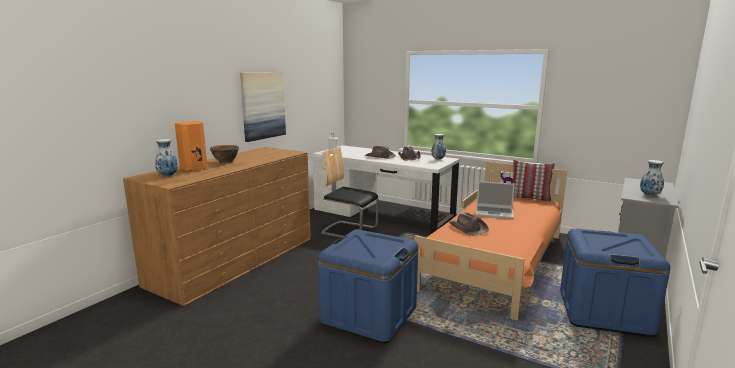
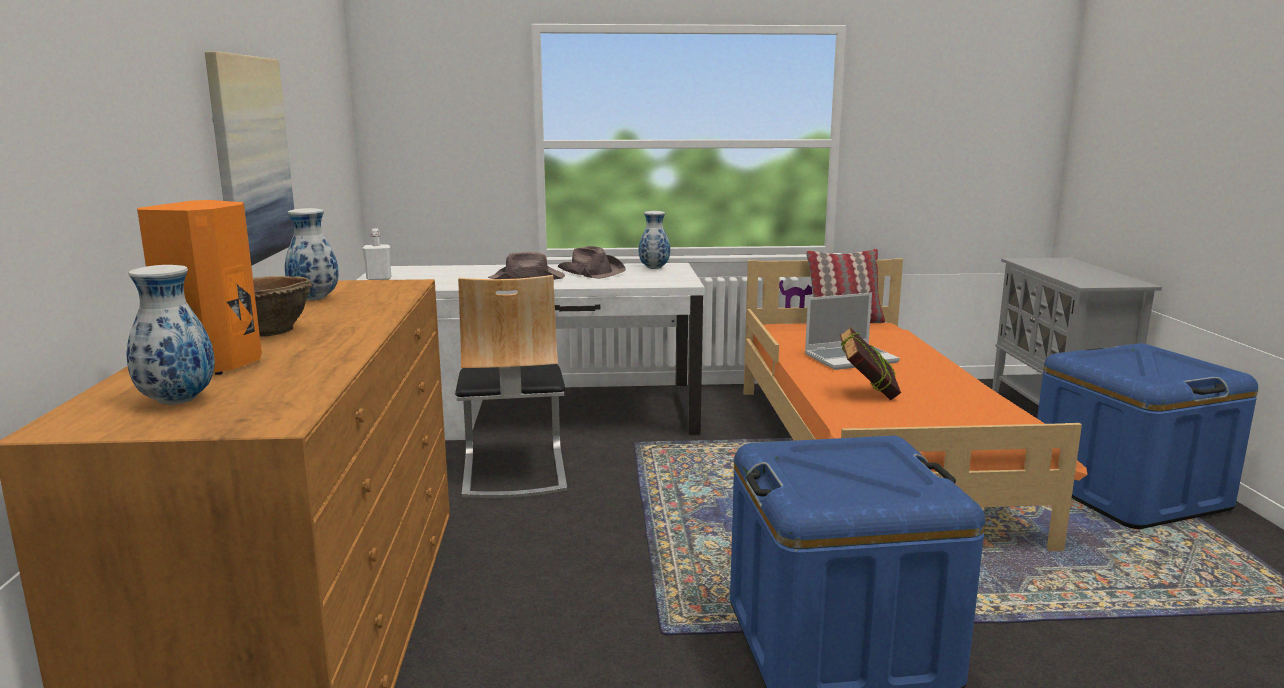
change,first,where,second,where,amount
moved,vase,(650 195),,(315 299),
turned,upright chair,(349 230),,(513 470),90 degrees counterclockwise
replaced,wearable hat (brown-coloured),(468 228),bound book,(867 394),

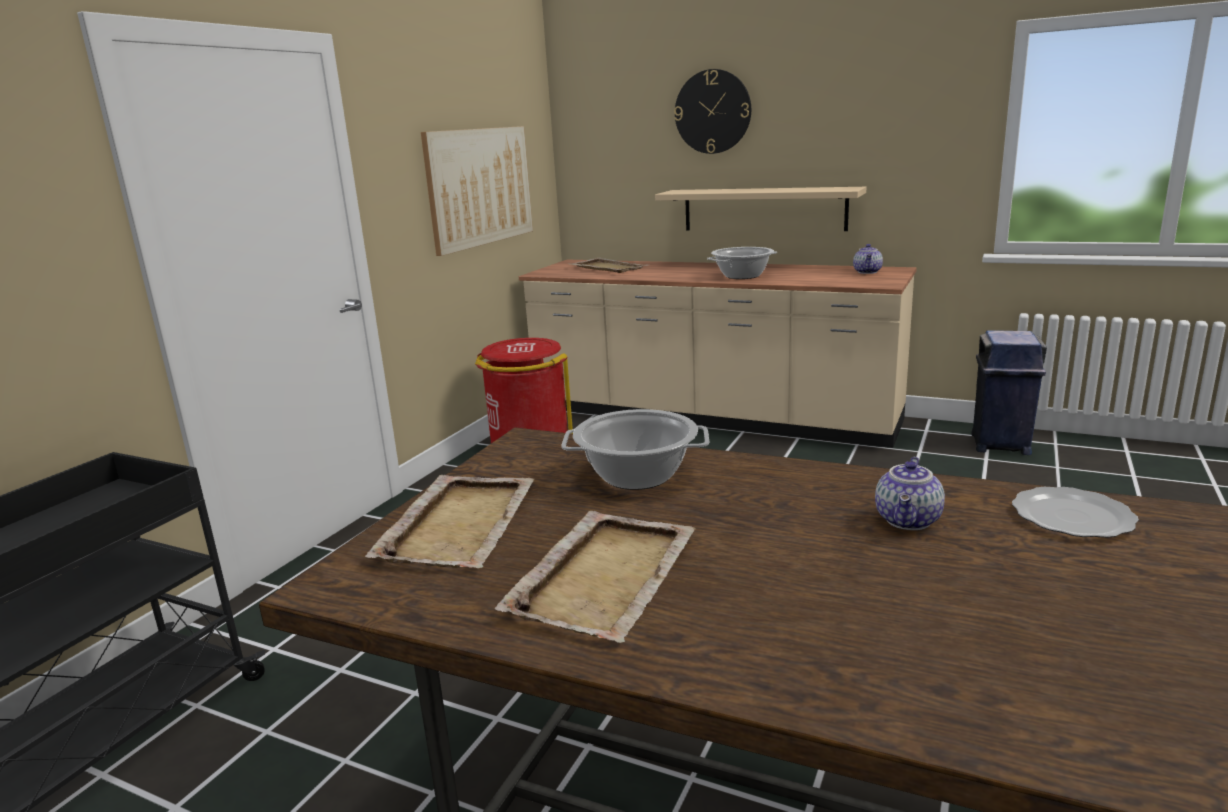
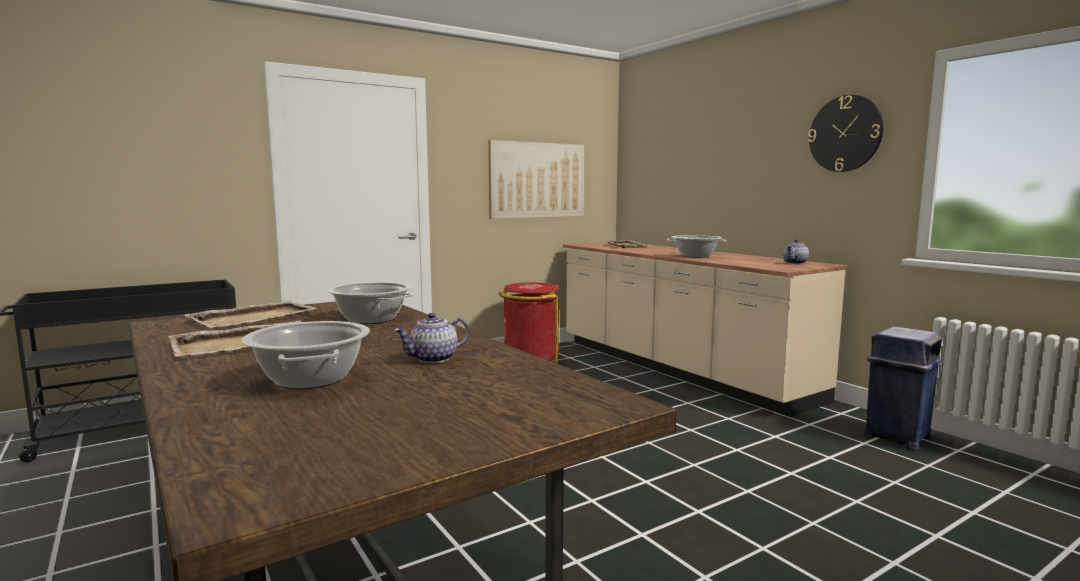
change,first,where,second,where,amount
added,,,saucepot,(311 379),
moved,hanging clock,(712 112),,(845 133),
removed,shelf (beige),(763 209),,,
removed,plate,(1074 517),,,

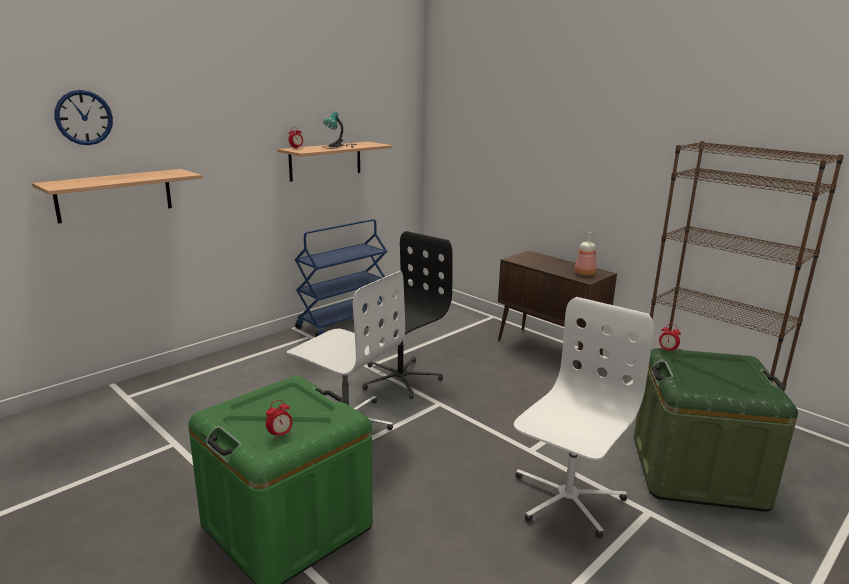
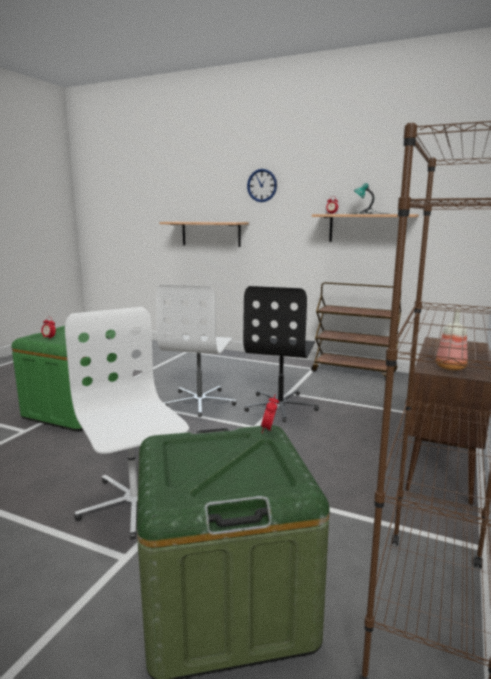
change,first,where,second,where,amount
turned,desk chair (white),(566 498),,(133 503),135 degrees counterclockwise
turned,desk chair (black),(399 378),,(281 406),90 degrees clockwise
moved,hanging clock,(84 117),,(262 185),
recoloured,wheeled cart (bluish),(343 321),wheeled cart (brown-coloured),(354 371),

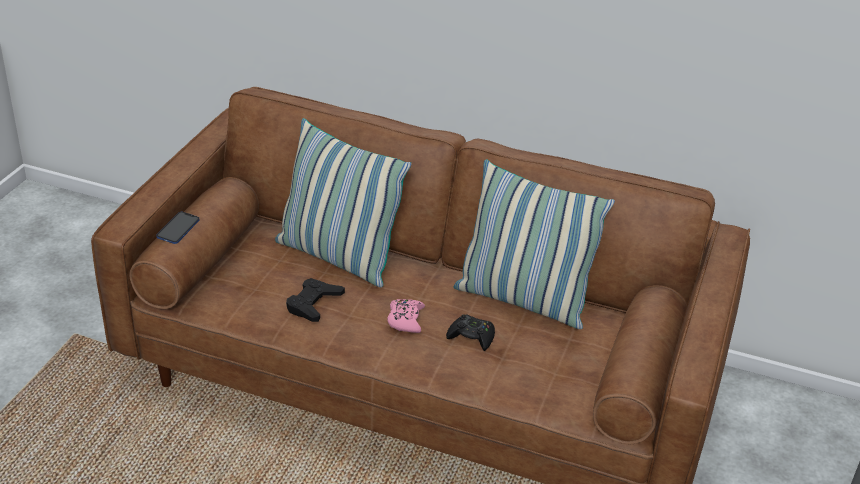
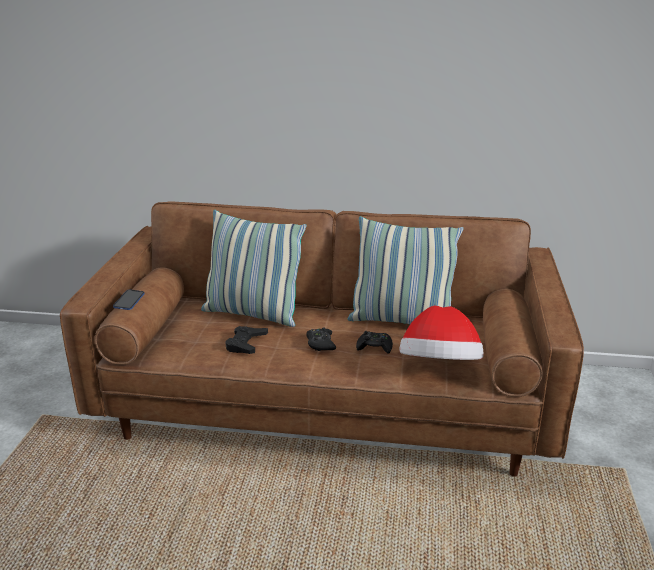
change,first,where,second,where,amount
recoloured,gamepad (pink),(405 320),gamepad (black),(320 344),
added,,,wearable hat,(439 368),

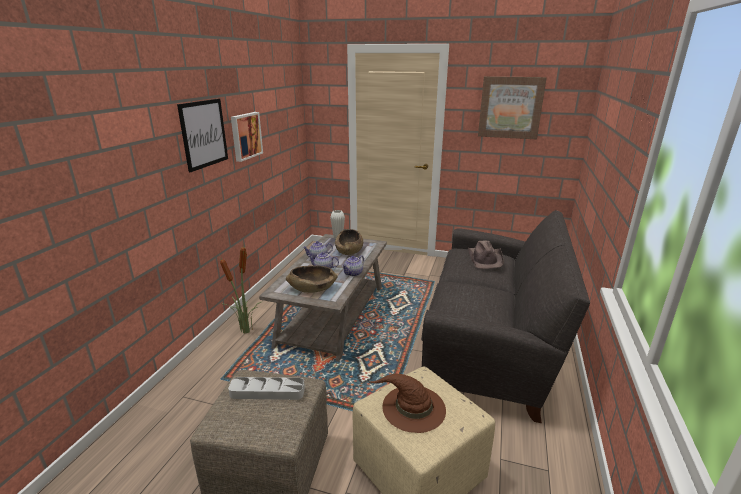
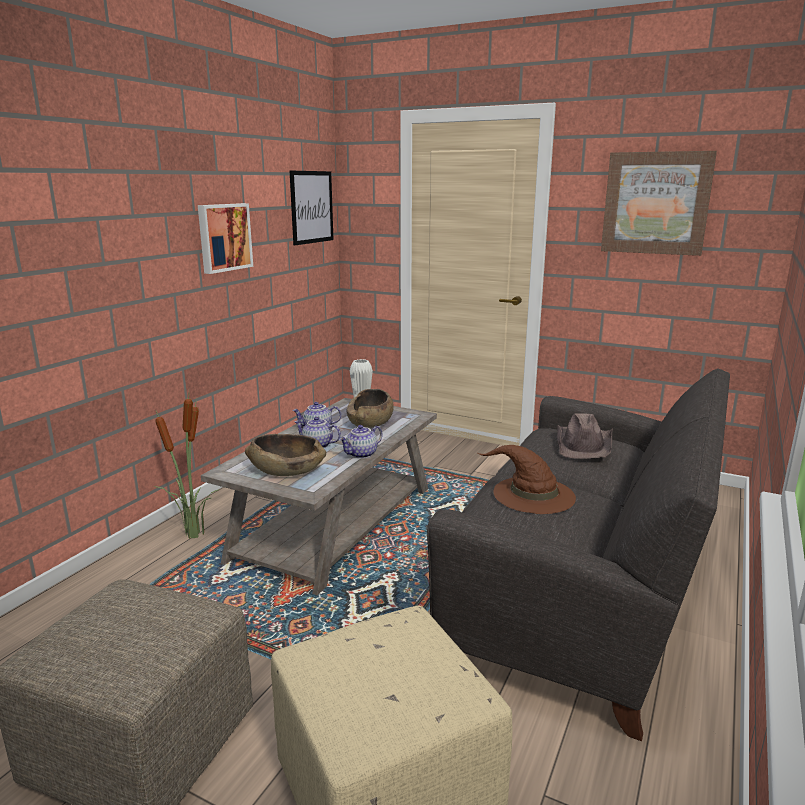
change,first,where,second,where,amount
moved,wall picture,(204 134),,(311 207),
moved,wearable hat (brown-coloured),(412 408),,(532 494),
removed,carrying tray (gray),(267 391),,,

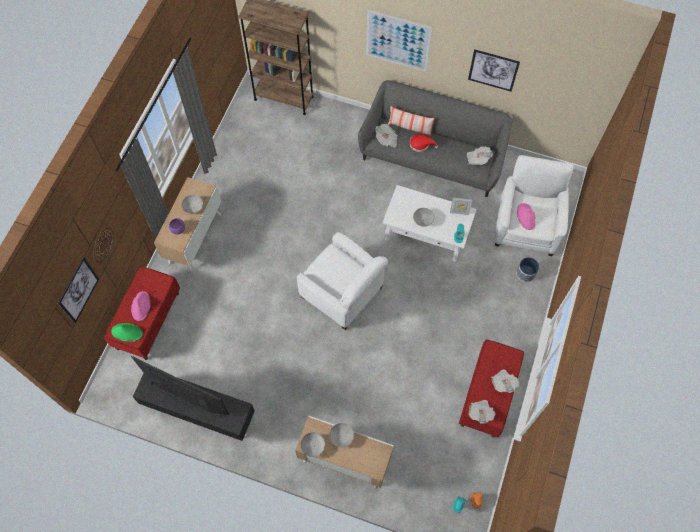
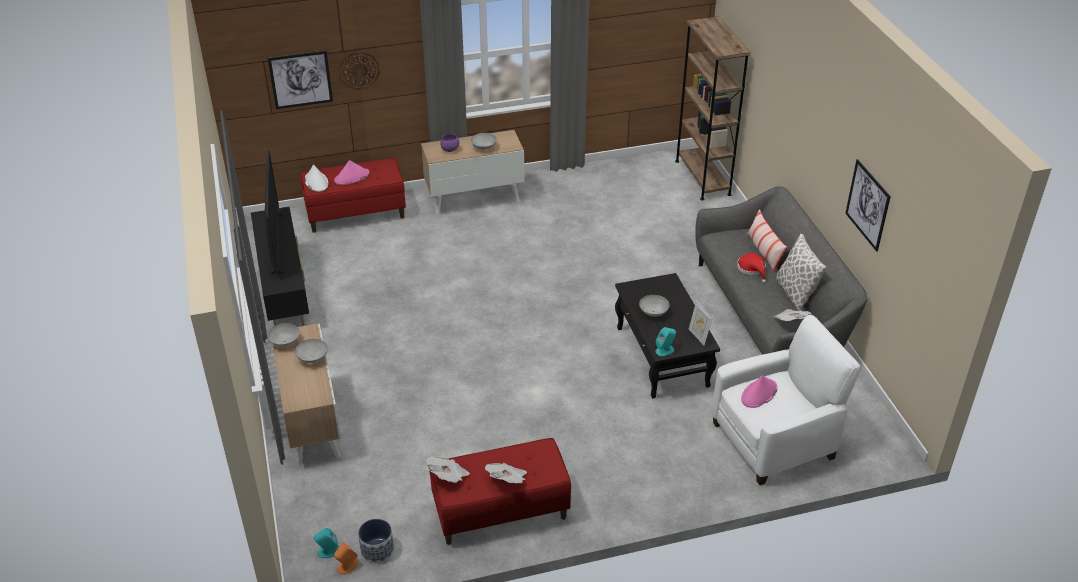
change,first,where,second,where,amount
recoloured,wearable hat (green),(127 332),wearable hat (white),(316 182),
moved,planter,(525 273),,(377 550),
recoloured,low table (white),(427 234),low table (black),(662 357),
added,,,throw pillow,(795 292),
removed,lounge chair (white),(342 293),,,
removed,wall picture,(397 41),,,
removed,newspaper,(386 140),,,

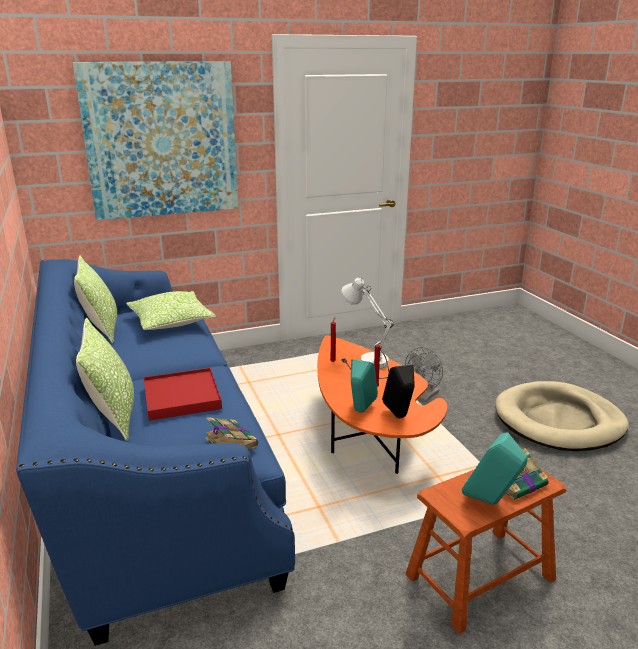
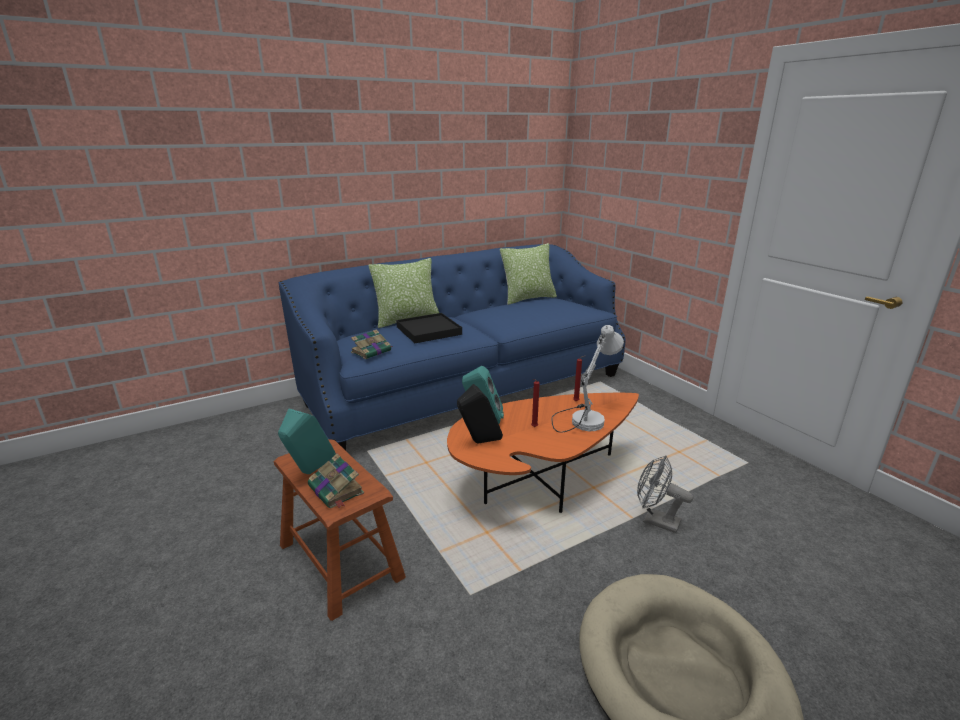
change,first,where,second,where,amount
recoloured,carrying tray (red),(181 397),carrying tray (black),(428 331),
removed,wall picture,(161 140),,,
removed,throw pillow,(171 321),,,

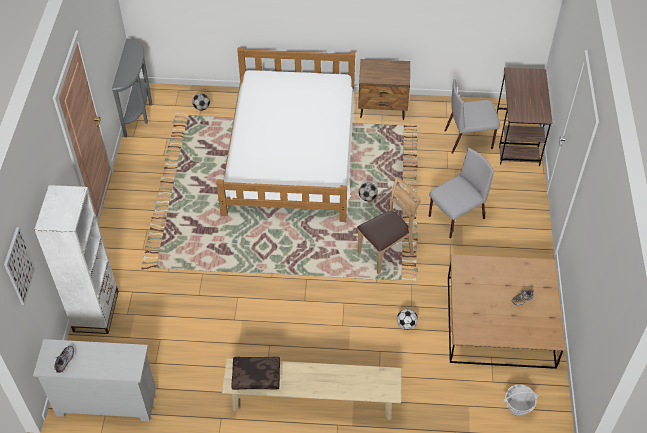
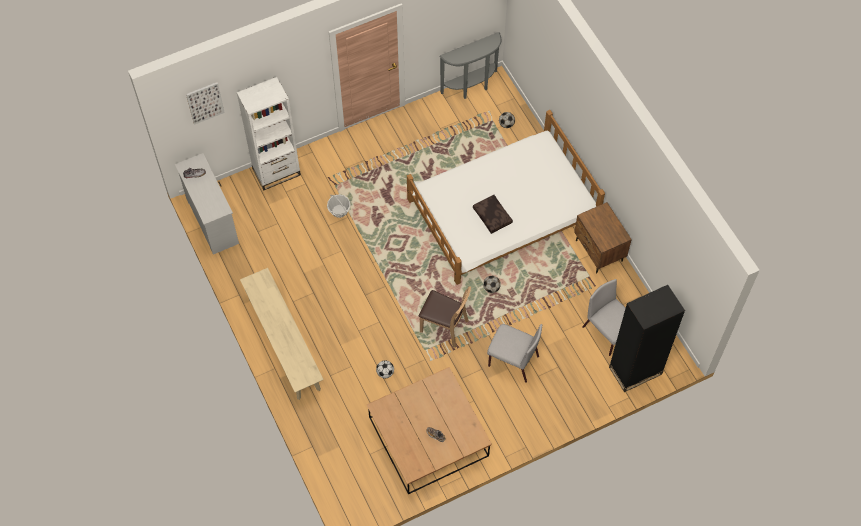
change,first,where,second,where,amount
moved,household basket,(518 406),,(339 211),
moved,throw pillow (brown-coloured),(256 375),,(493 216),
replaced,desk (brown-coloured),(517 139),bookcase (black),(635 370),

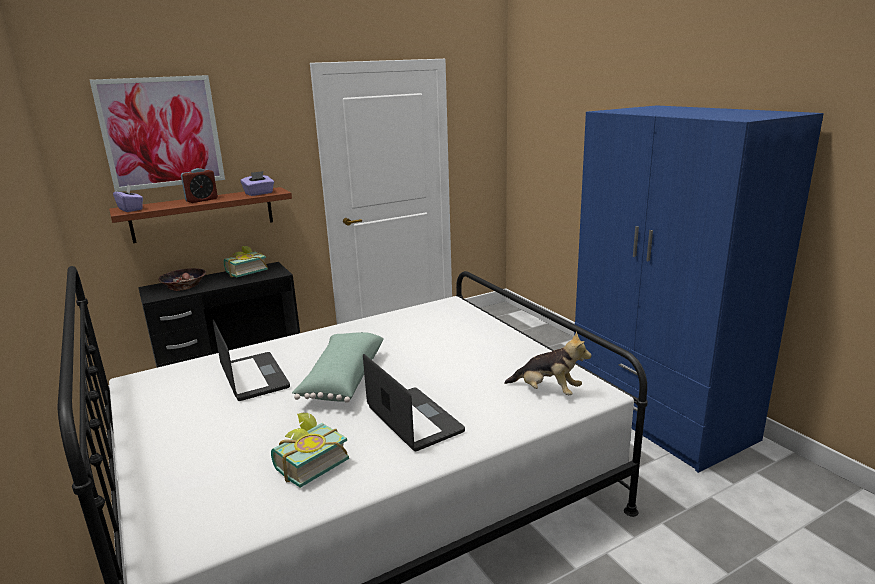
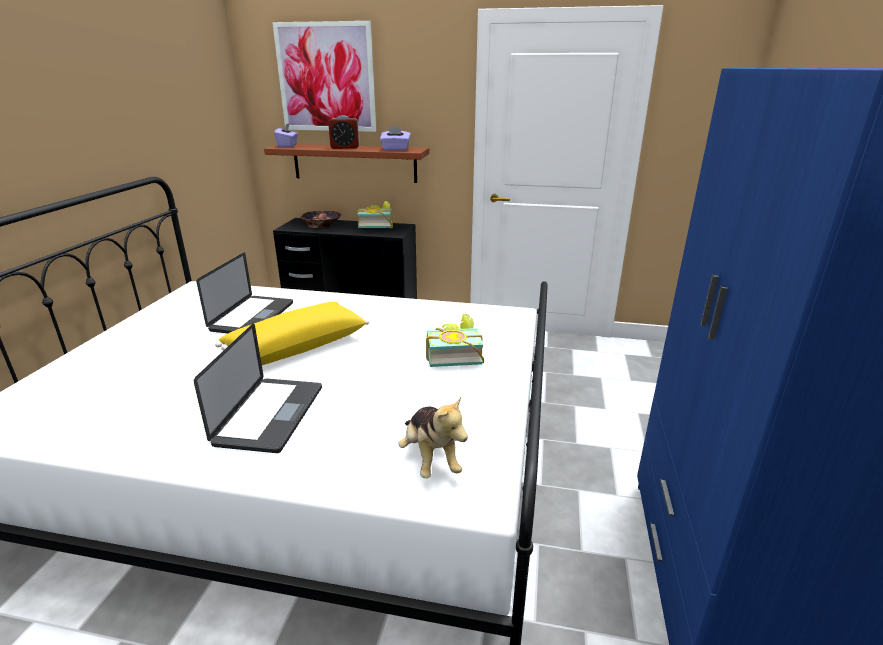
change,first,where,second,where,amount
recoloured,throw pillow (green),(342 379),throw pillow (yellowish),(296 347),
moved,bound book,(307 463),,(453 355),

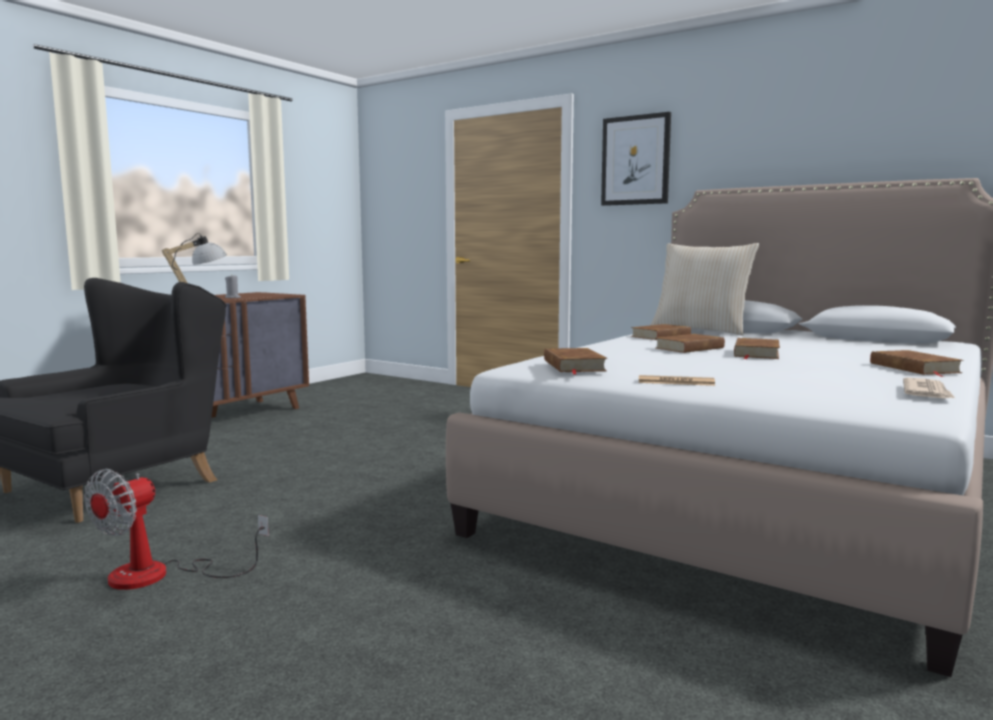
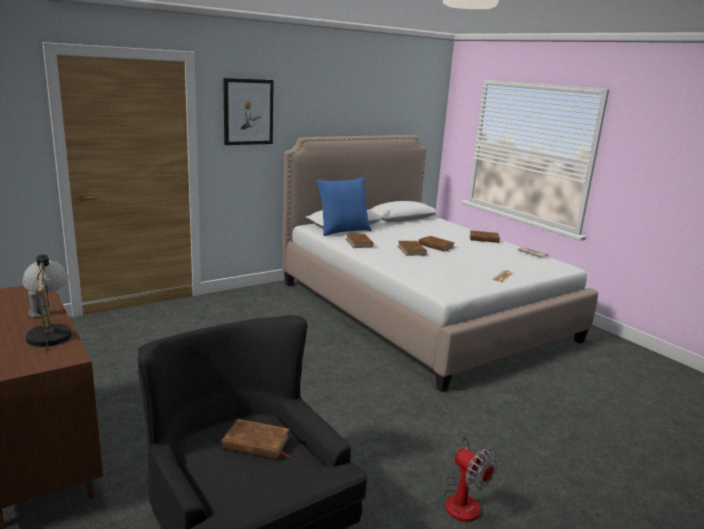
change,first,where,second,where,amount
moved,bound book (brown-coloured),(573 366),,(256 443),
recoloured,throw pillow (beige),(701 330),throw pillow (bluish),(343 231),

